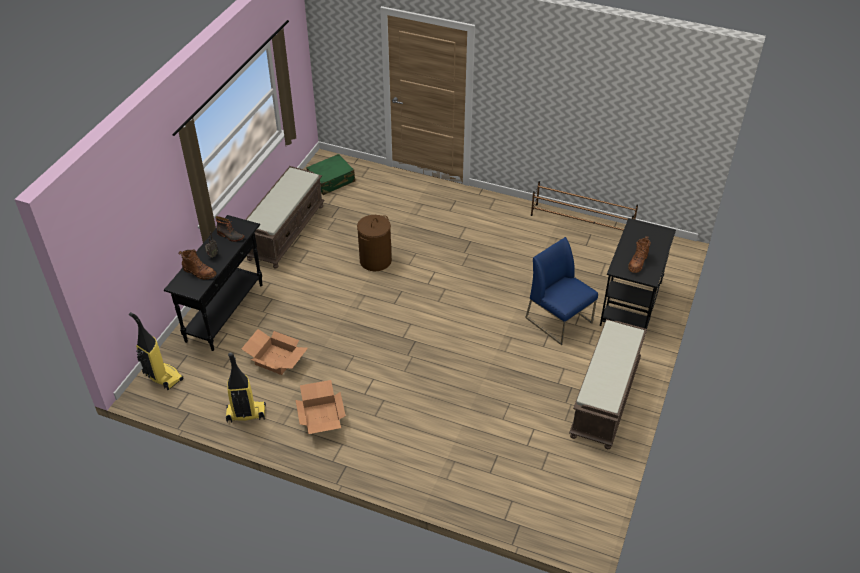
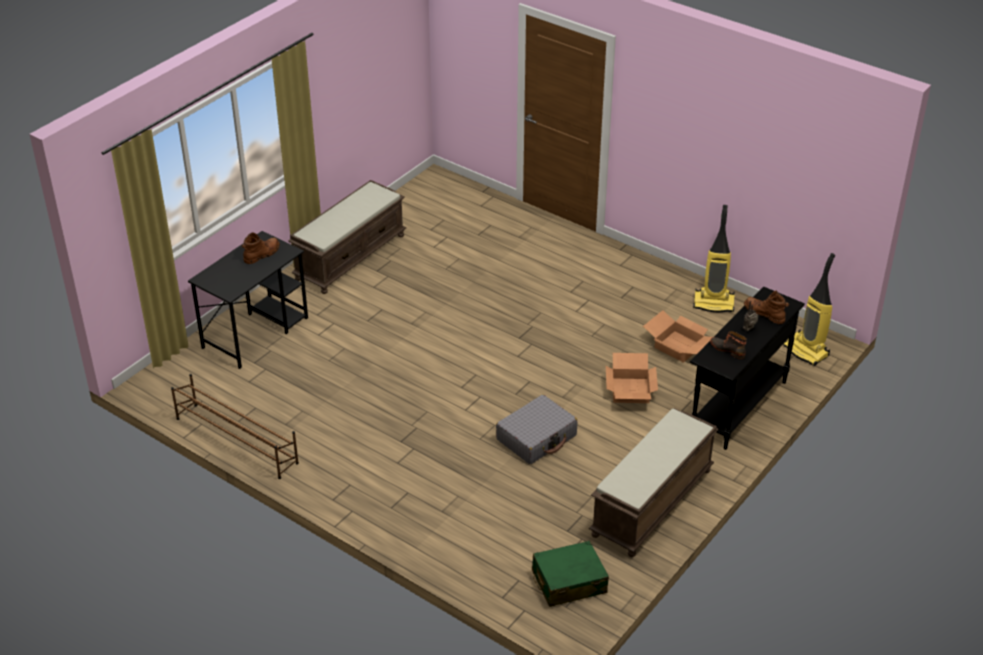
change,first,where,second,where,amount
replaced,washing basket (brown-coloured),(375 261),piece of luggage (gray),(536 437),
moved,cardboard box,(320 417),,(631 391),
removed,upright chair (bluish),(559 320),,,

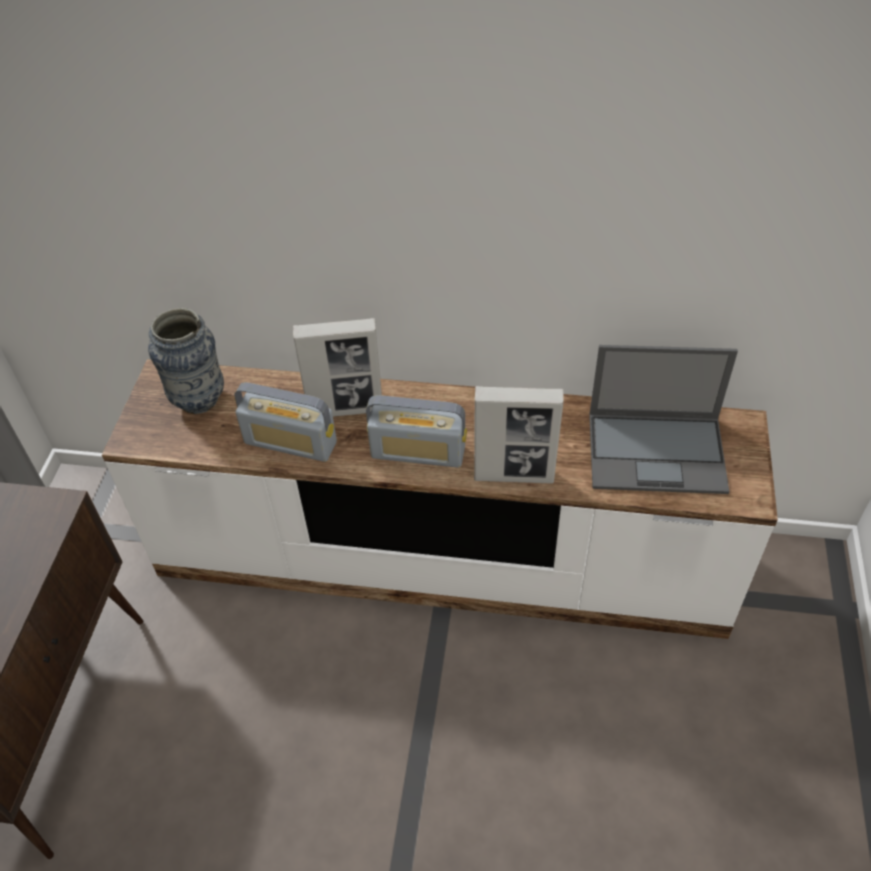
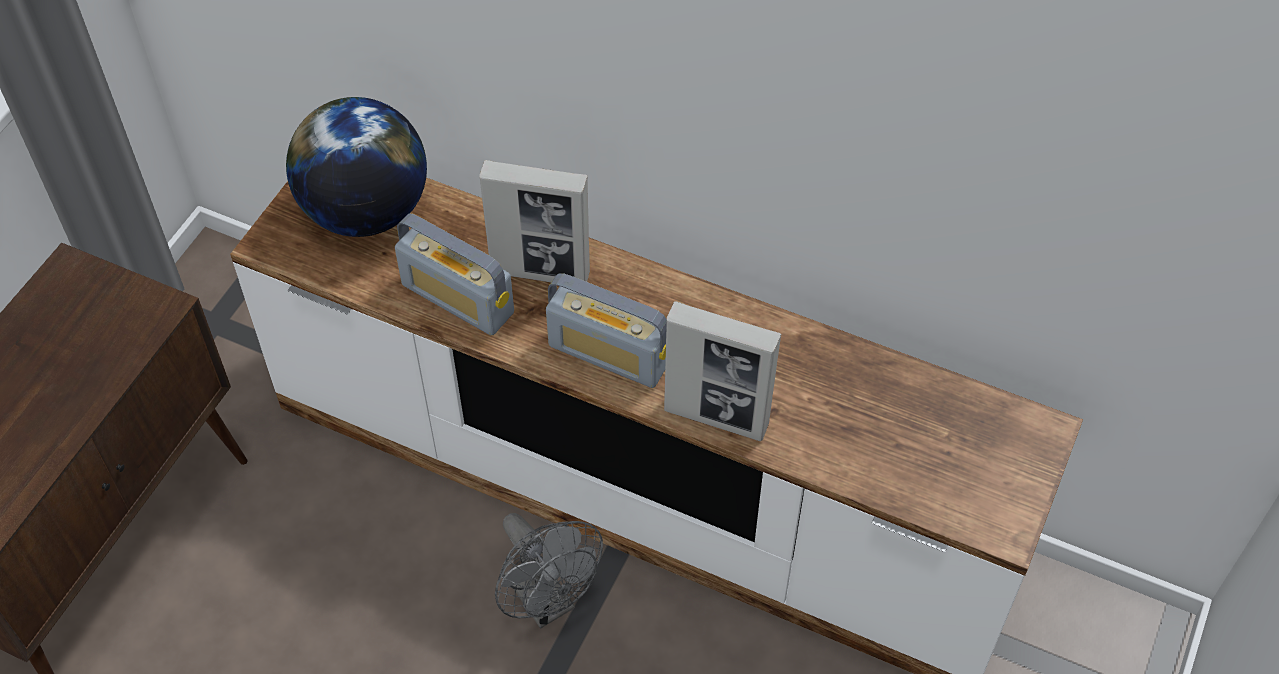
change,first,where,second,where,amount
replaced,vase,(199 400),globe,(366 212),
added,,,cooling fan (gray),(547 602),
removed,laptop,(658 452),,,

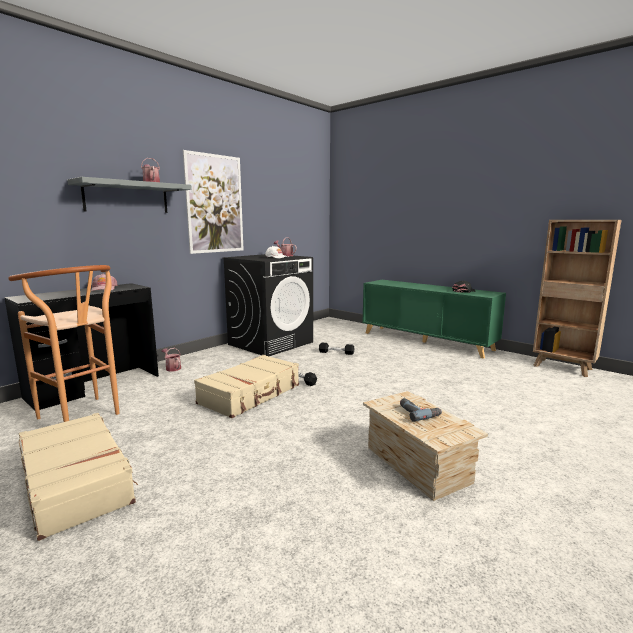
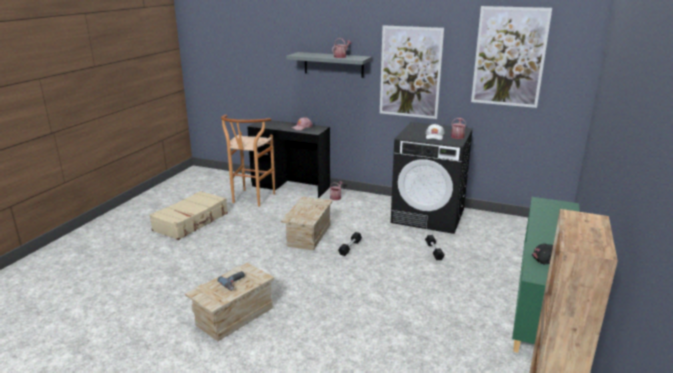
change,first,where,second,where,amount
replaced,piece of luggage (beige),(251 394),crate,(308 236),
added,,,wall picture,(509 57),

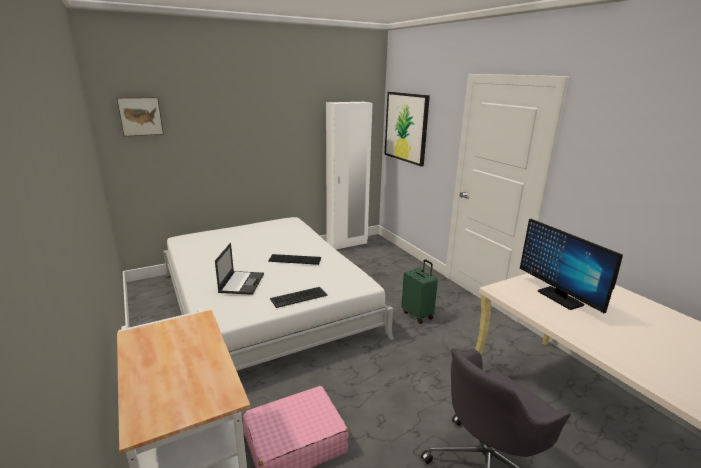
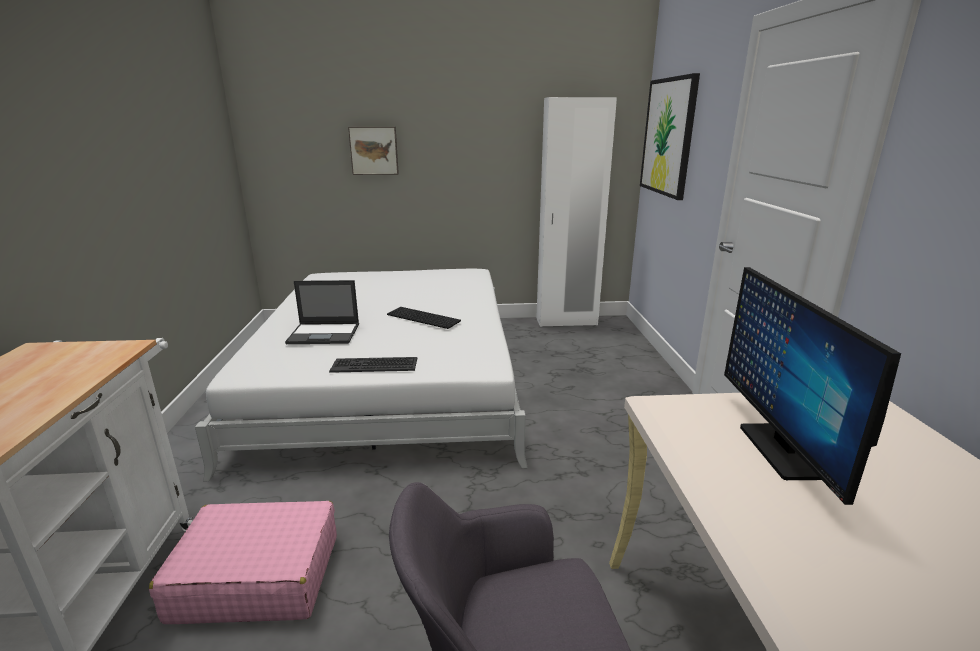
change,first,where,second,where,amount
turned,laptop,(241 282),,(325 334),60 degrees clockwise
moved,wall picture,(140 116),,(374 150),
removed,piece of luggage (green),(418 315),,,

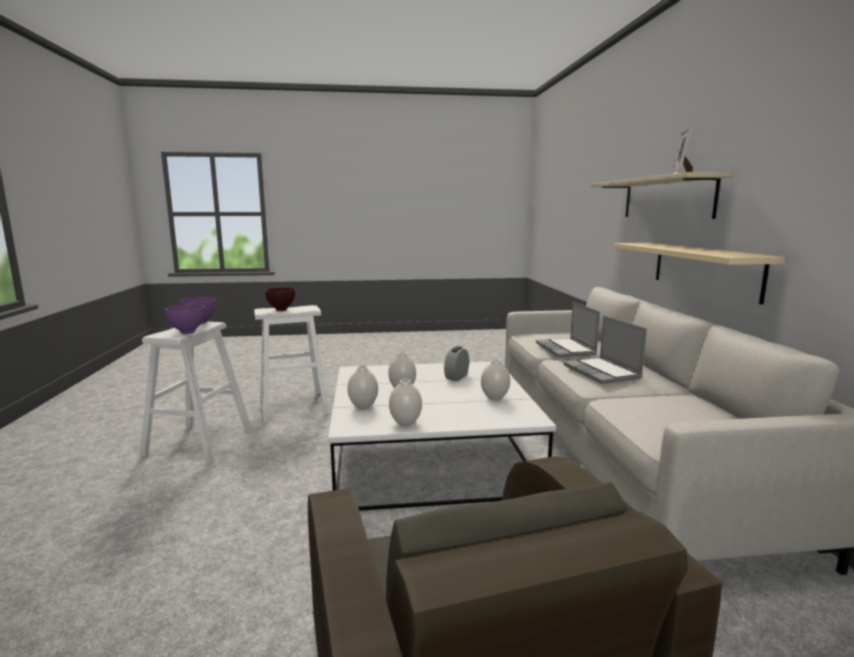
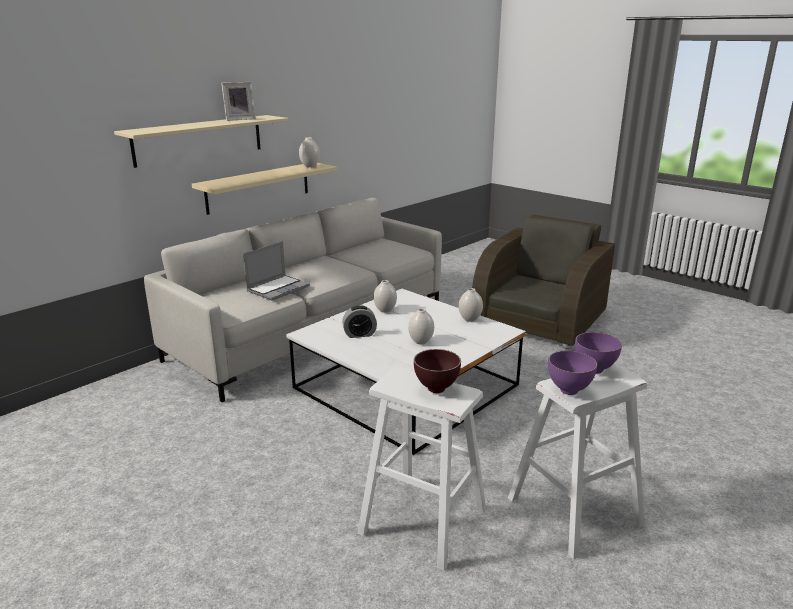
change,first,where,second,where,amount
moved,vase (white),(363 407),,(310 166),
removed,laptop,(602 372),,,

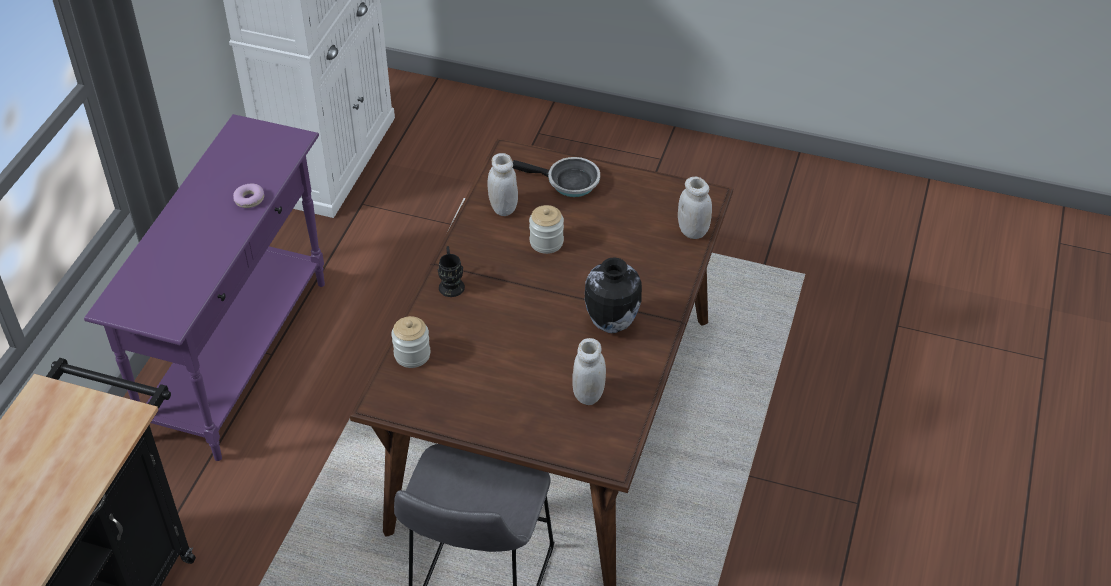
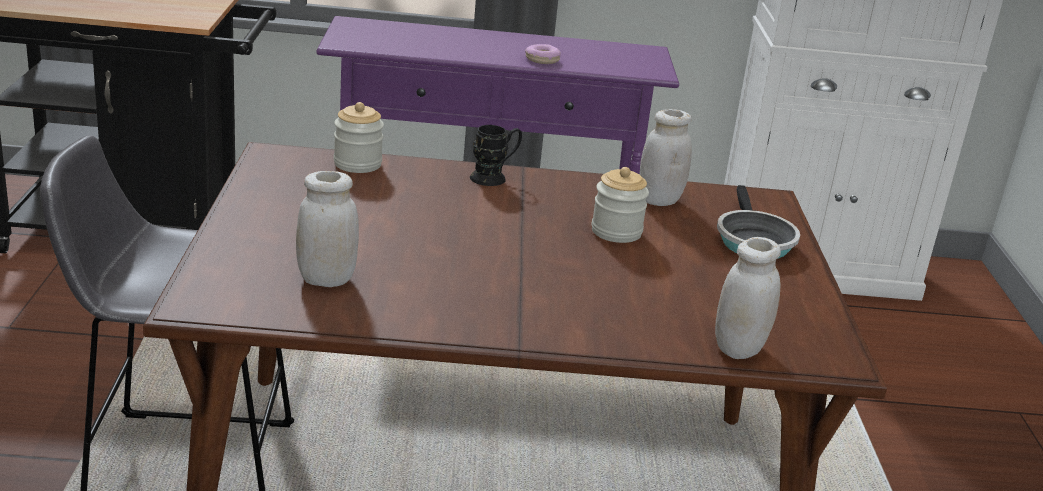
change,first,where,second,where,amount
removed,vase,(610 324),,,

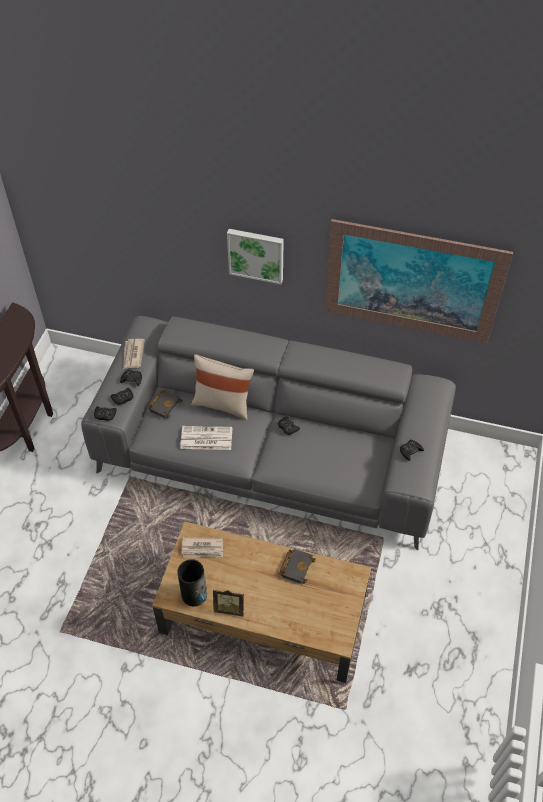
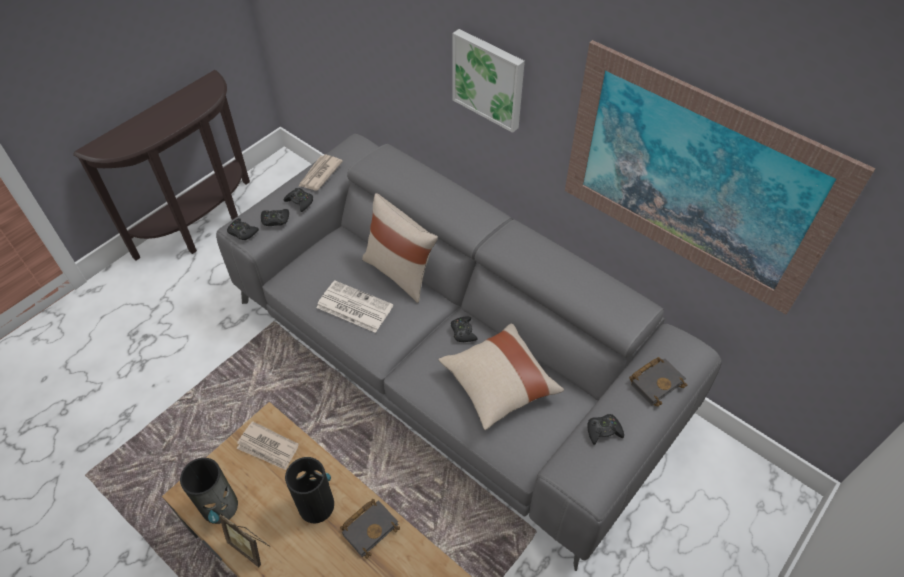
change,first,where,second,where,amount
added,,,vase,(316 504),
added,,,throw pillow (beige),(499 384),
moved,bound book (black),(164 404),,(656 381),

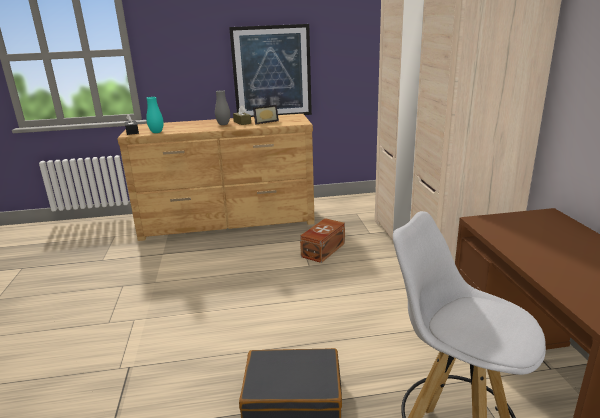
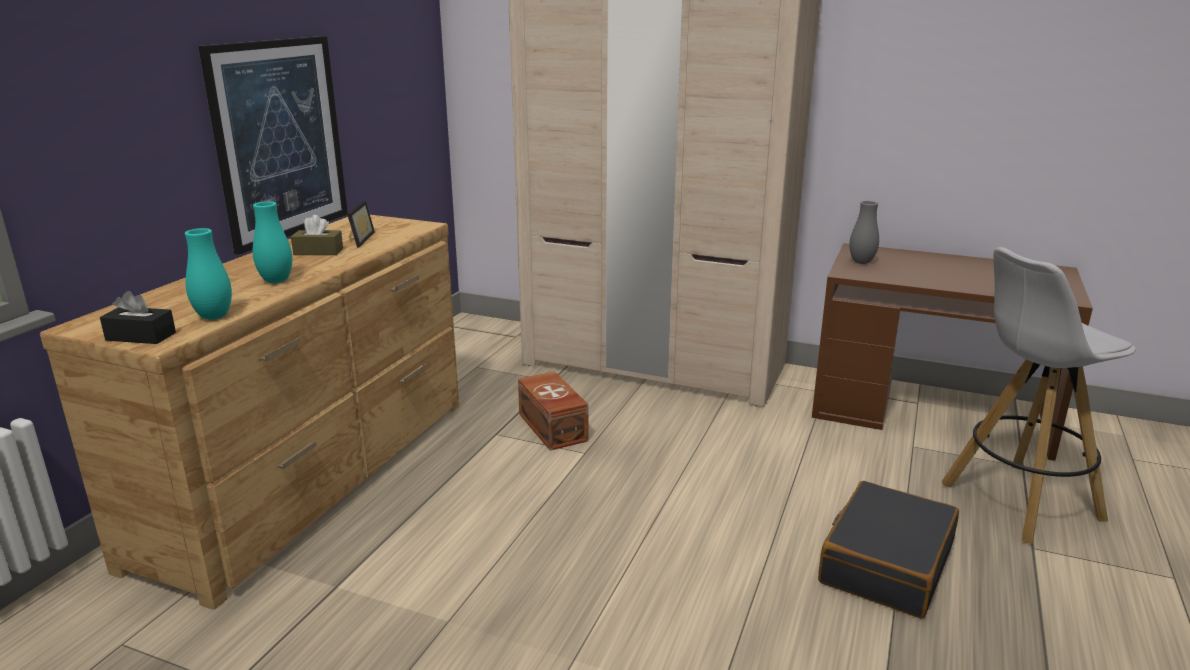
change,first,where,second,where,amount
added,,,vase (turquoise),(276 281),
moved,vase (gray),(223 124),,(861 262),

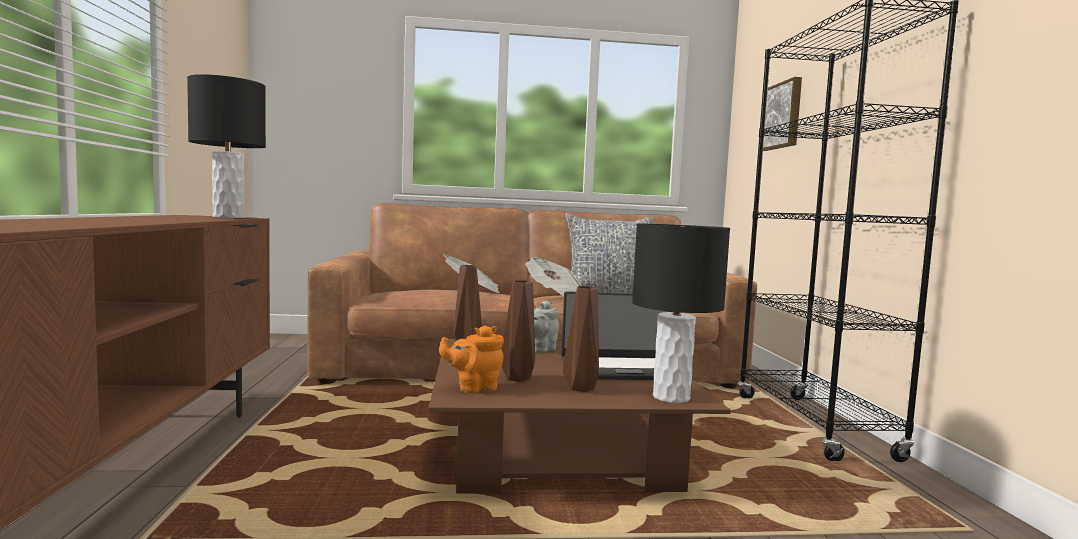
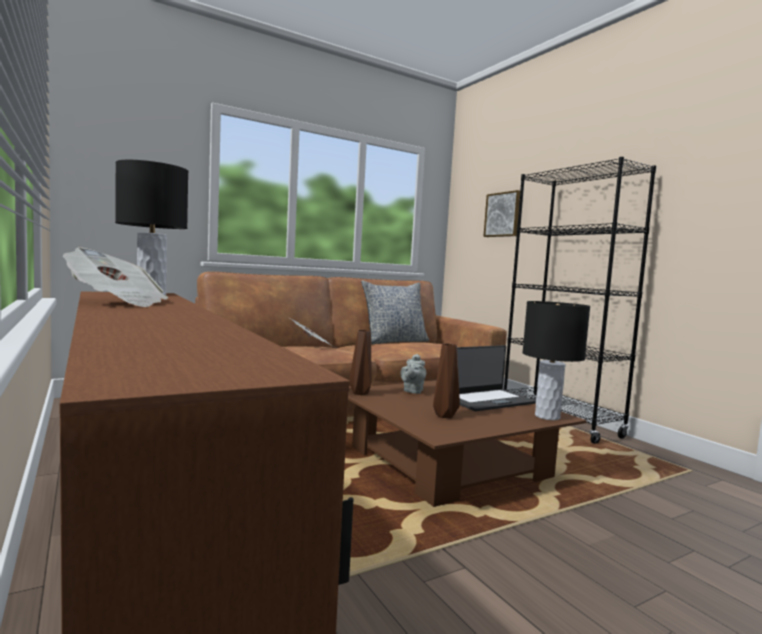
change,first,where,second,where,amount
moved,newspaper,(554 294),,(118 303),
removed,pot for tea (orange-coloured),(474 388),,,
removed,vase (brown-coloured),(582 388),,,

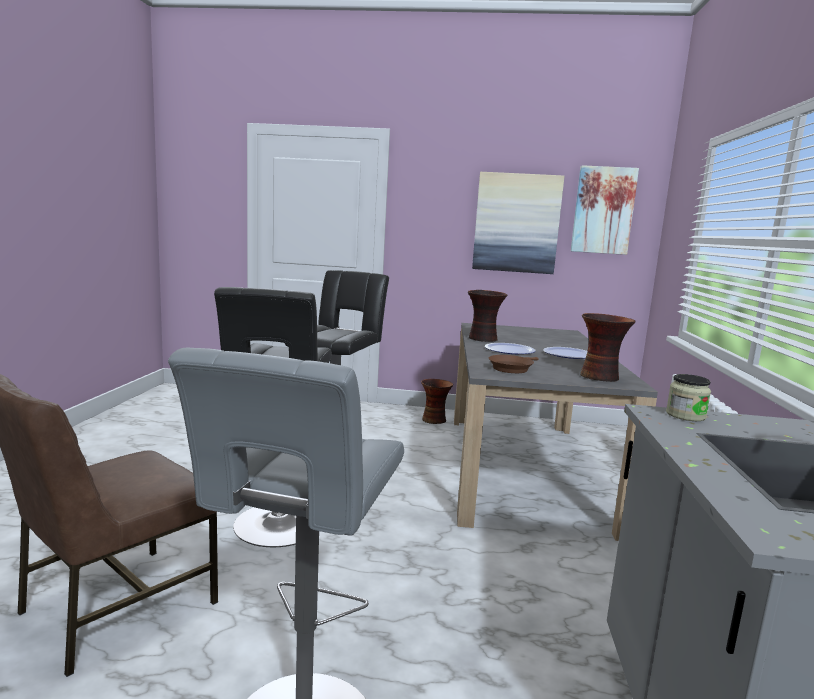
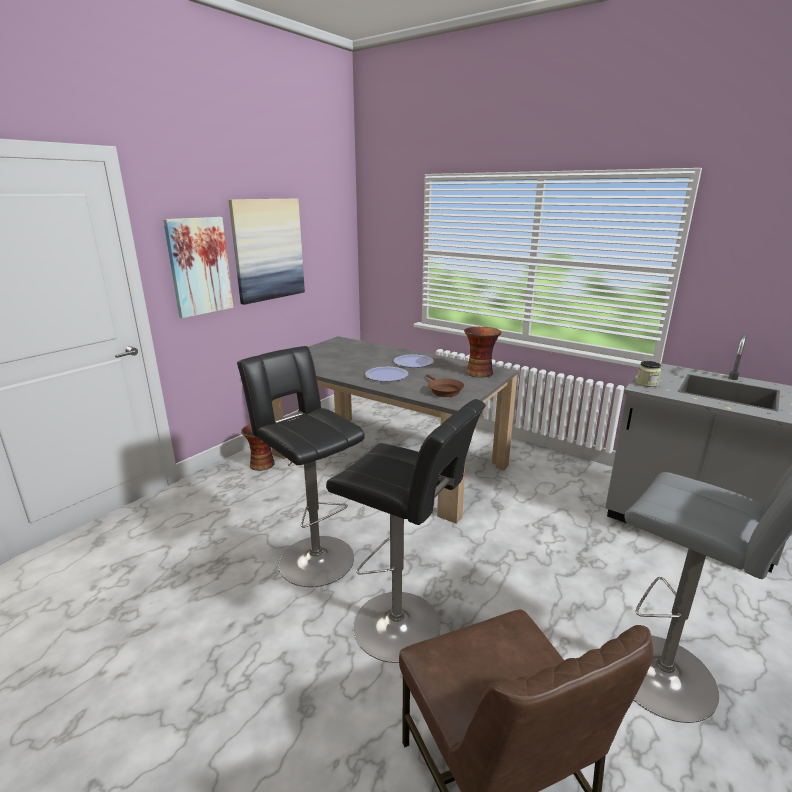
change,first,where,second,where,amount
moved,wall picture,(603 210),,(199 266),
removed,vase,(483 339),,,

